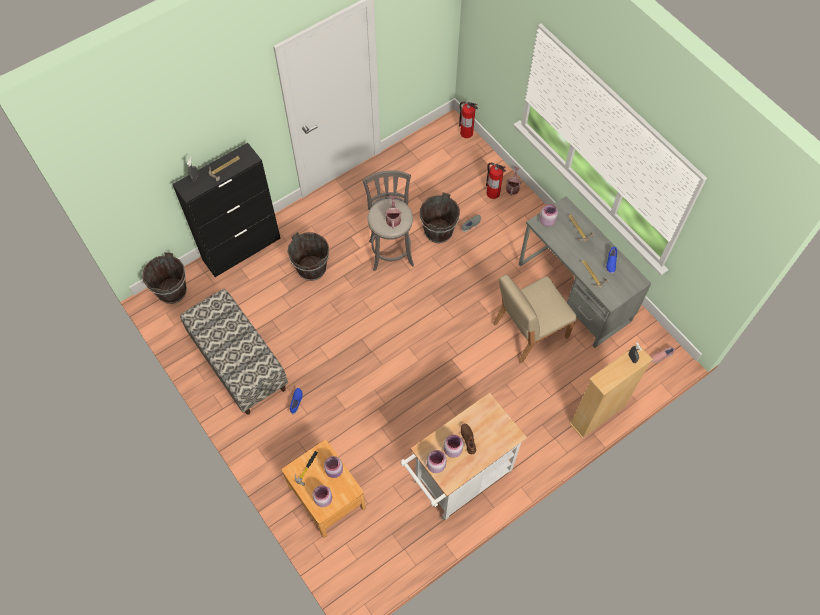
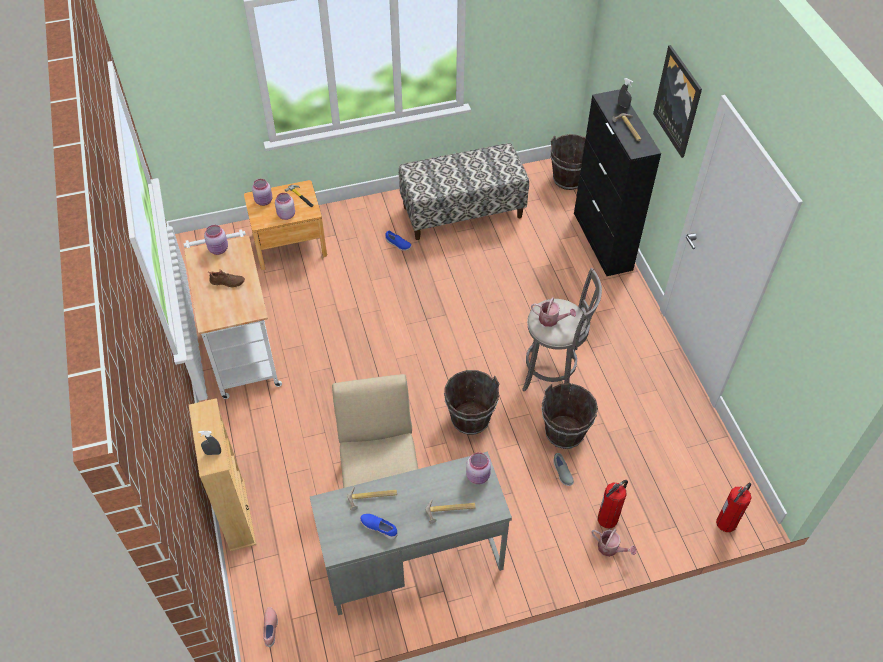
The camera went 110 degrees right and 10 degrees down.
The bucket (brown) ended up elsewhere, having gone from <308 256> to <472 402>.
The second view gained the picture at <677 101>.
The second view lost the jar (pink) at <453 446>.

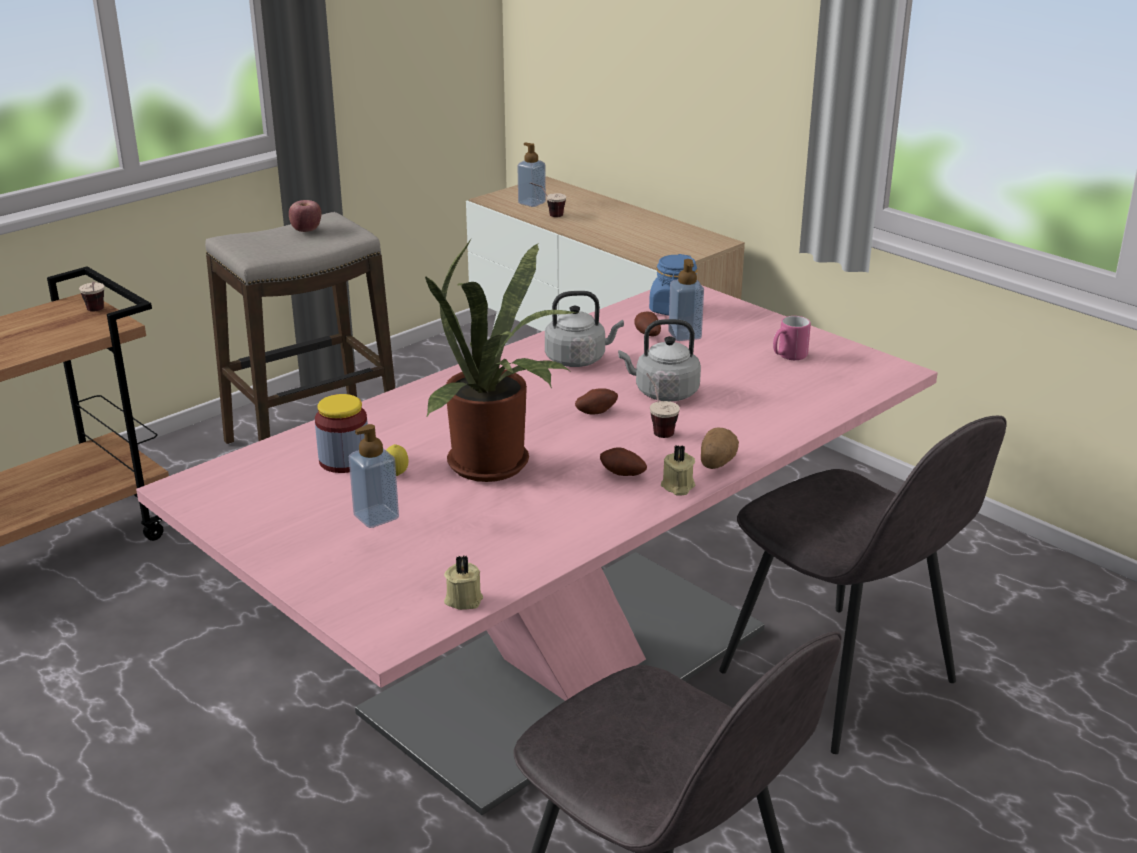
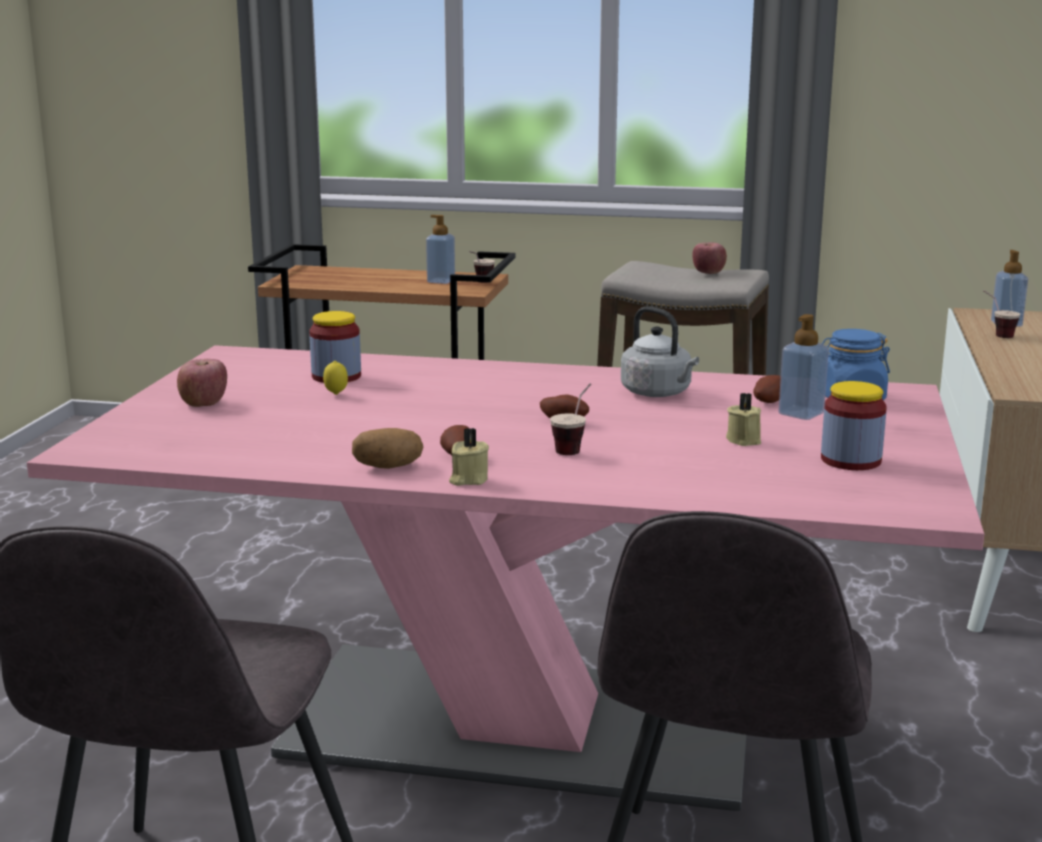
The camera went 55 degrees right and 10 degrees down.
The second view gained the apple at <202 383>.
The potato ended up elsewhere, having gone from <720 448> to <387 448>.
The soap dispenser ended up elsewhere, having gone from <374 476> to <440 249>.
The candle (beige) ended up elsewhere, having gone from <463 582> to <743 419>.
Where the mug (pink) stood at <792 338>, the jar came to stand at <854 425>.
The second view lost the potted plant at <501 360>.
The second view lost the kettle (grey) at <659 360>.

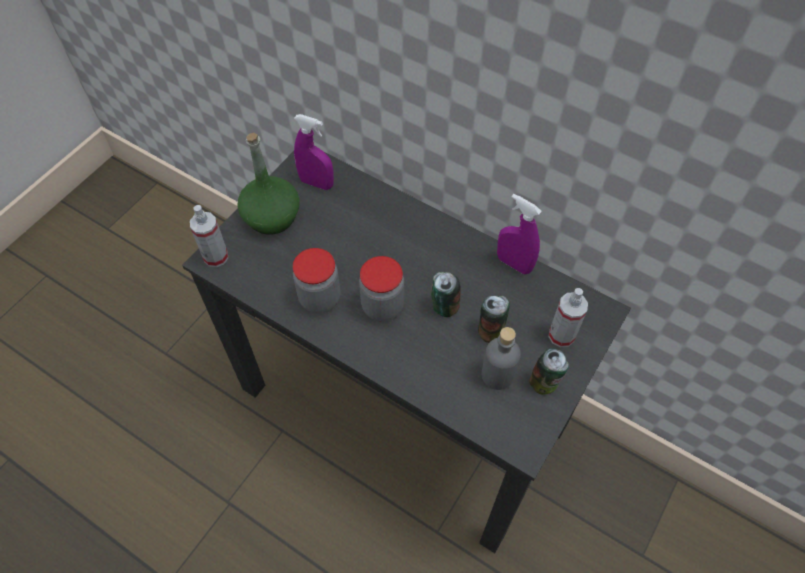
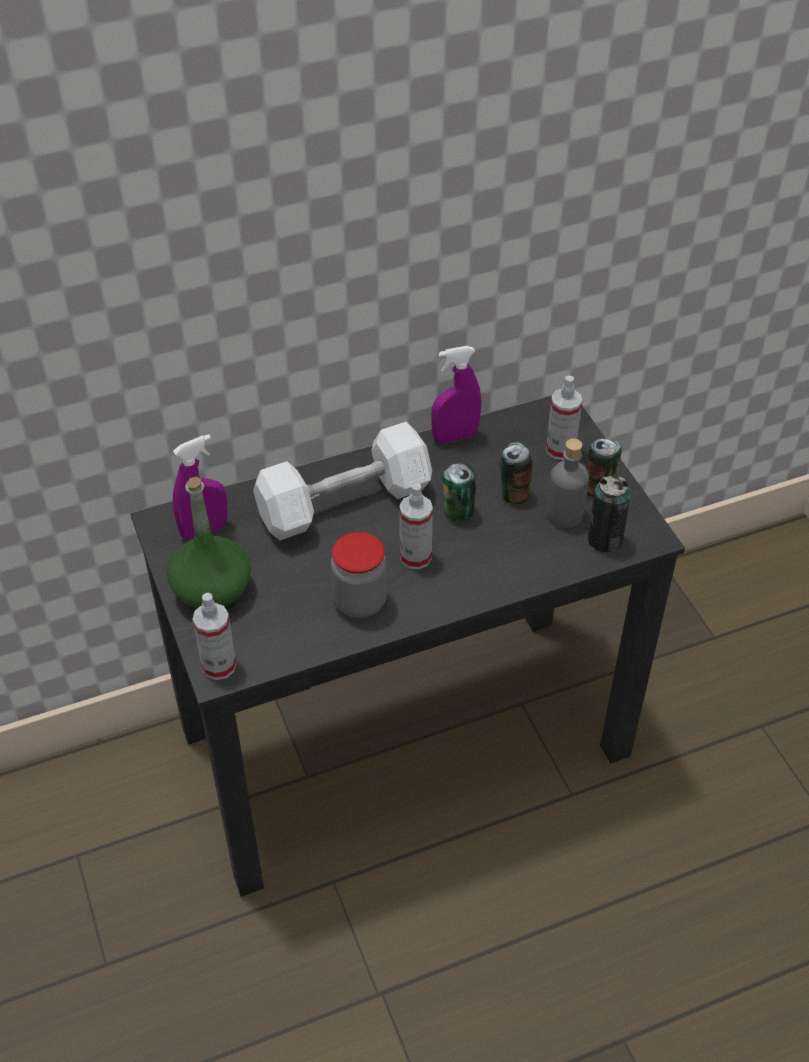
The camera went 55 degrees left and 10 degrees down.
The second view gained the dumbbell (white) at <342 481>.
Where the jar stood at <381 289>, the spray bottle came to stand at <416 526>.
The second view gained the can at <609 514>.

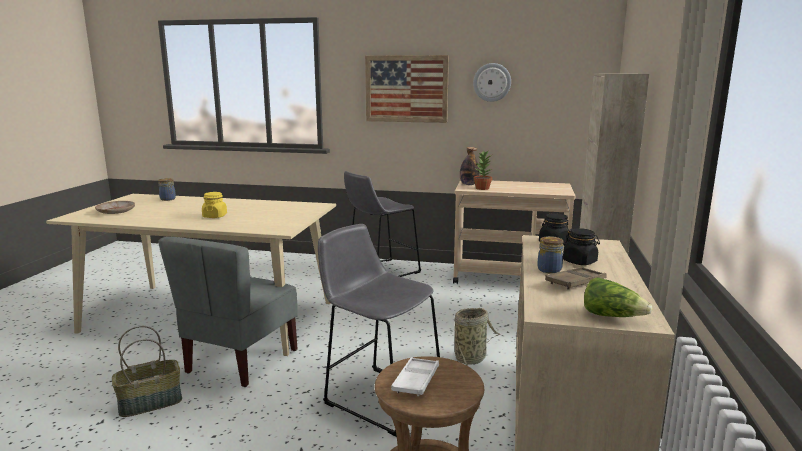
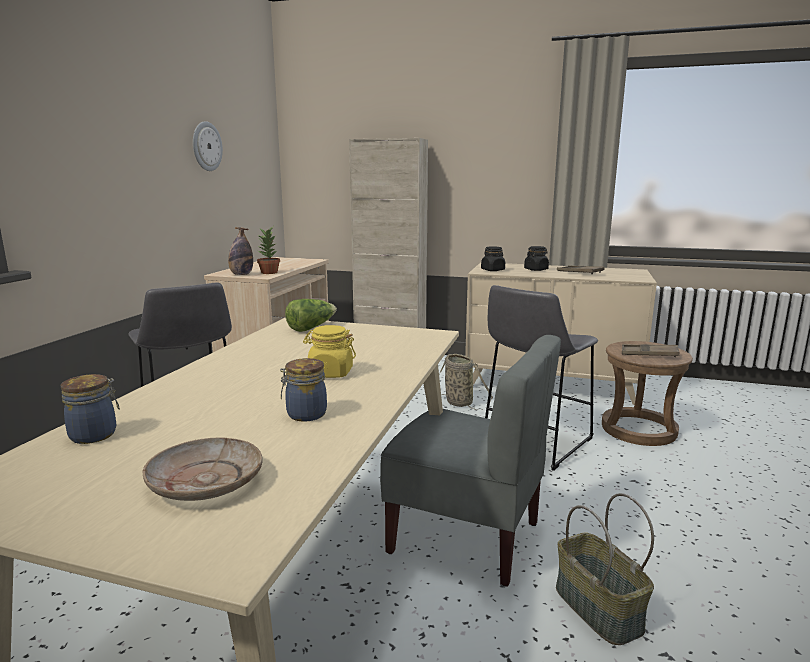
The camera went 85 degrees left and 0 degrees up.
The jar ended up elsewhere, having gone from <550 255> to <303 389>.
The lettuce ended up elsewhere, having gone from <618 297> to <311 315>.
What was the tray (white) at <415 376> turned into the tray (brown) at <651 350>.
The second view lost the picture at <407 89>.

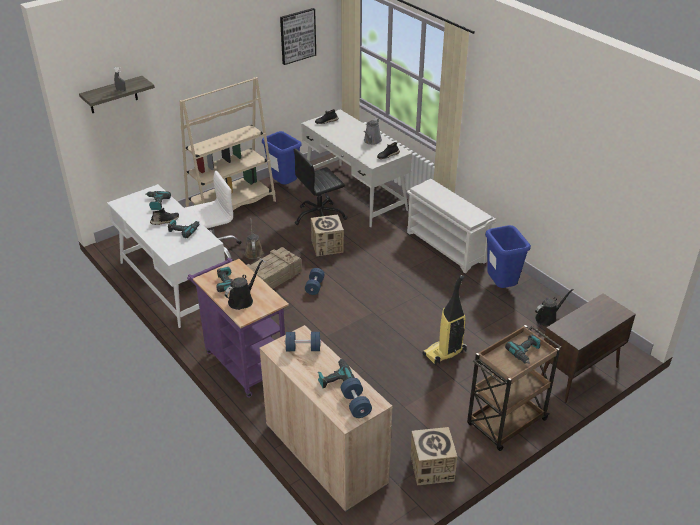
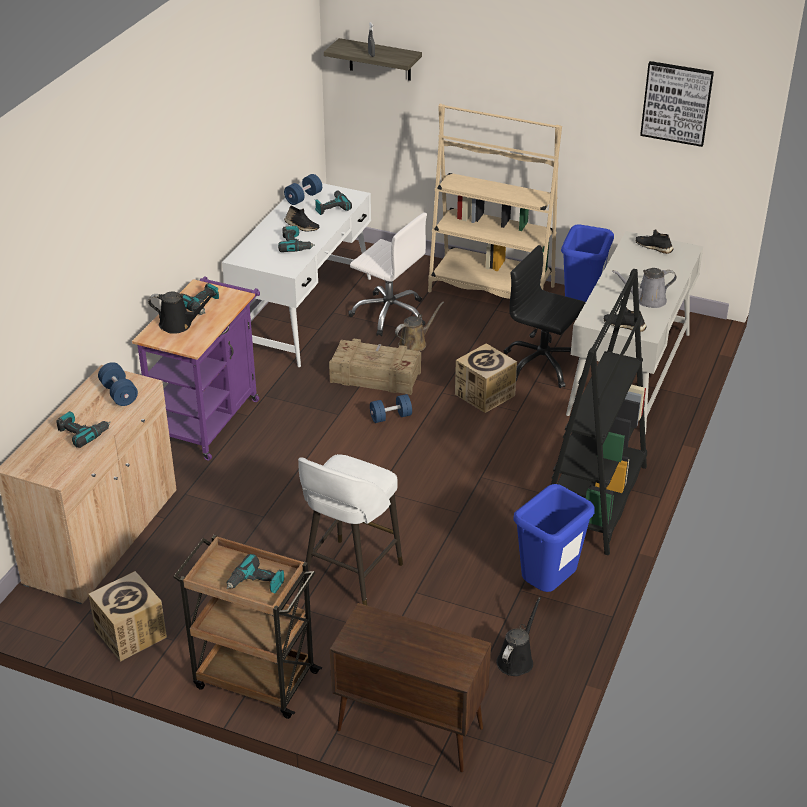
The camera went 60 degrees right and 0 degrees up.
The dumbbell (blue) ended up elsewhere, having gone from <356 398> to <303 189>.
Where the vacuum cleaner stood at <444 320>, the stool (white) came to stand at <350 529>.
The watering can (black) at <554 307> ended up facing another way, 90 degrees counterclockwise from before.
Where the shoe rack (white) stood at <451 226>, the bookcase (black) came to stand at <599 412>.

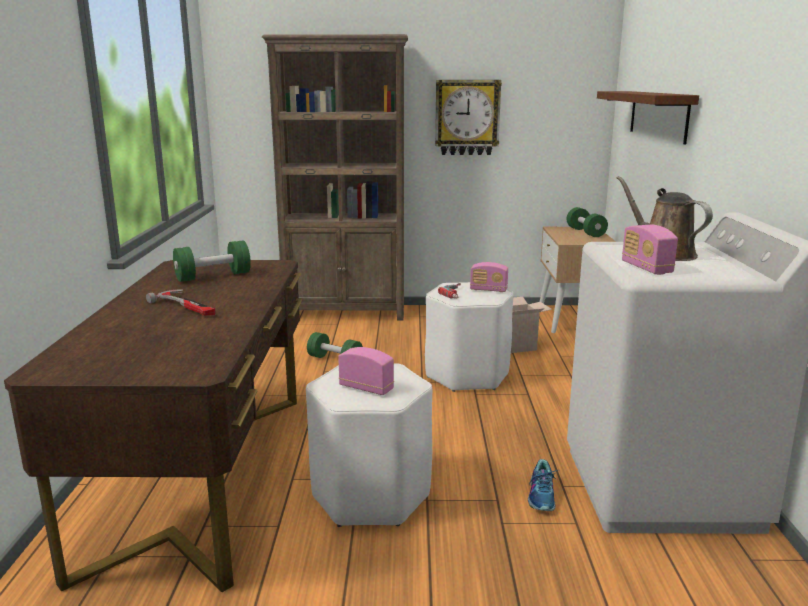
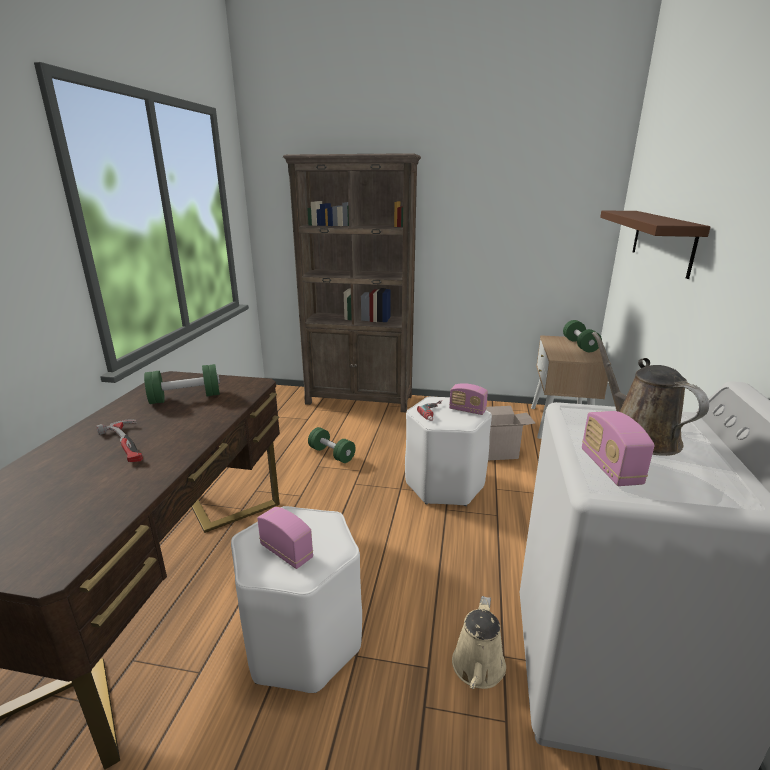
The camera went 10 degrees right and 5 degrees up.
Where the shoe stood at <542 485>, the watering can (beige) came to stand at <479 642>.
The second view lost the wall clock at <468 117>.

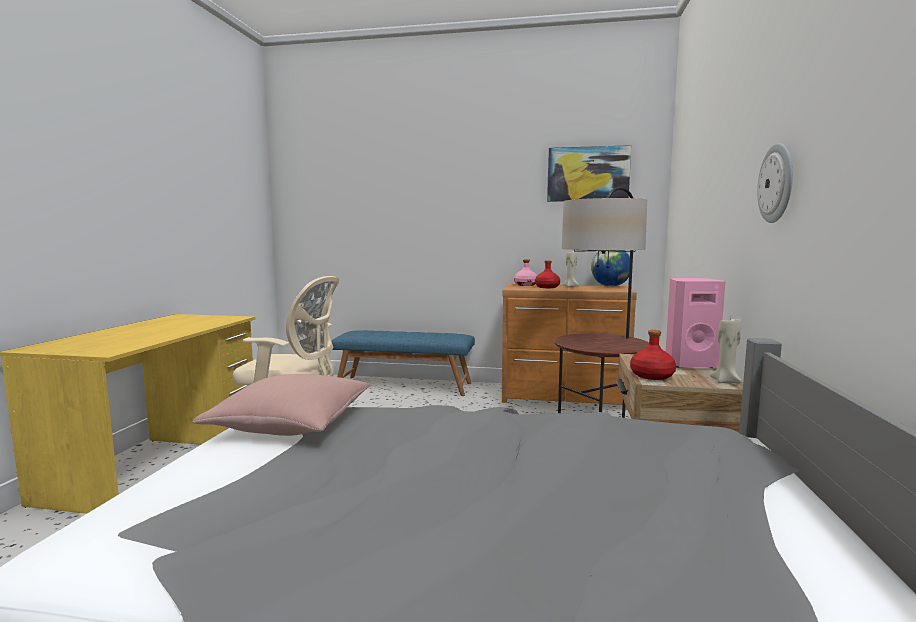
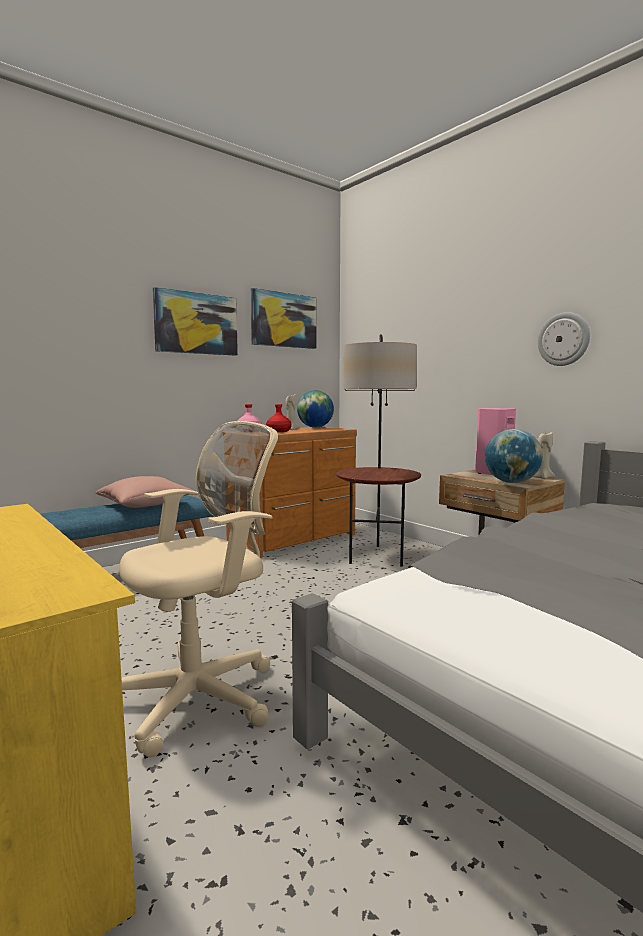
The camera went 50 degrees left and 0 degrees up.
The pillow (pink) ended up elsewhere, having gone from <281 405> to <144 492>.
The second view gained the picture at <195 321>.
Where the bottle (red) stood at <653 355>, the globe came to stand at <514 456>.

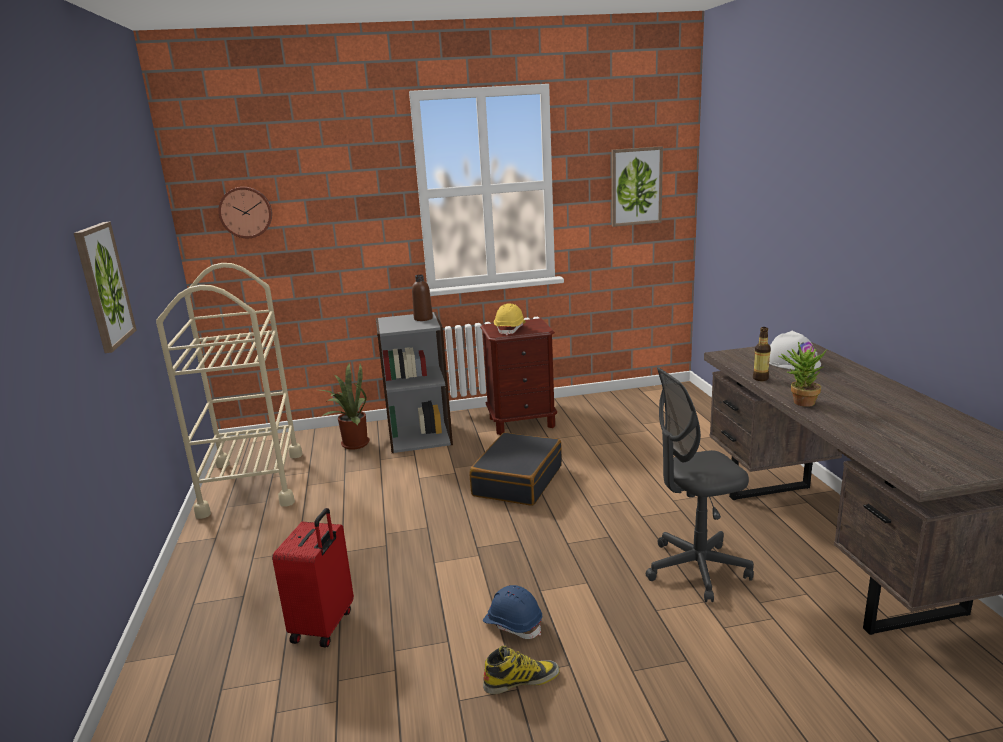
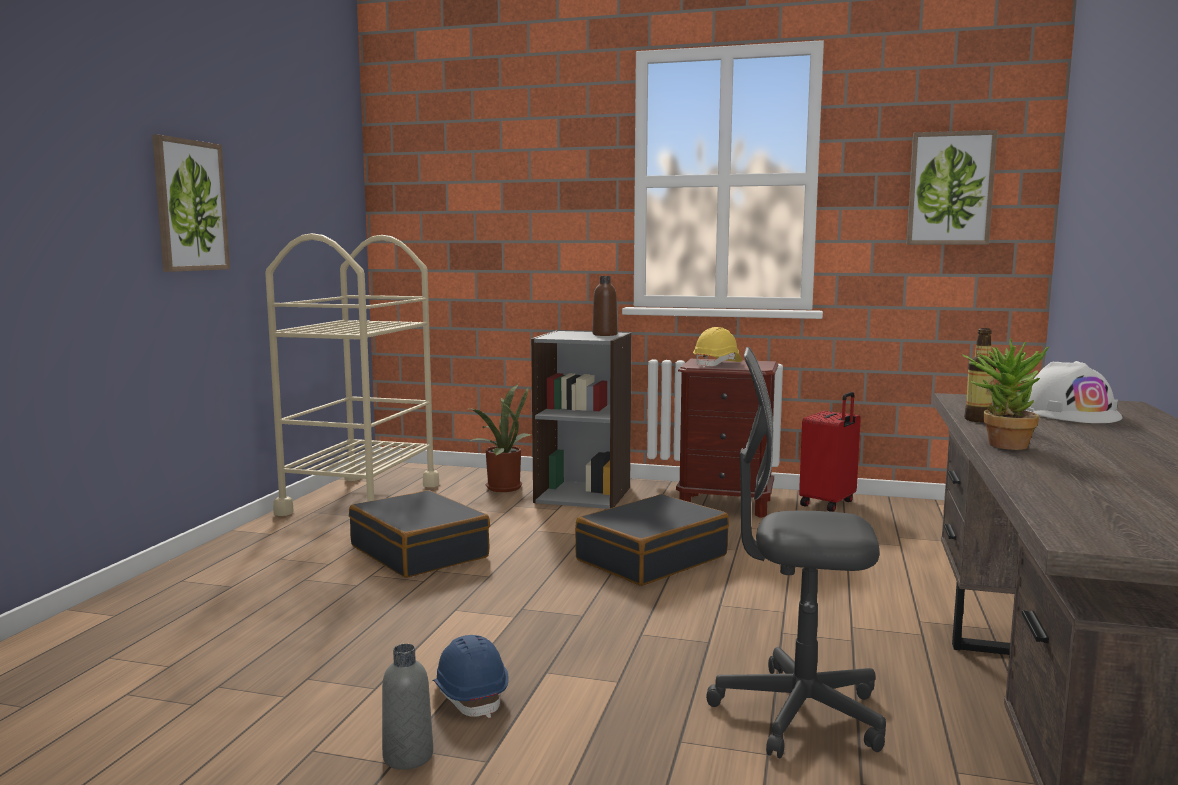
The camera went 25 degrees right and 10 degrees down.
The second view gained the suitcase (black) at <419 534>.
Where the boot stood at <521 669>, the bottle (grey) came to stand at <407 707>.
The suitcase (red) ended up elsewhere, having gone from <313 577> to <830 452>.
The second view lost the wall clock at <245 212>.

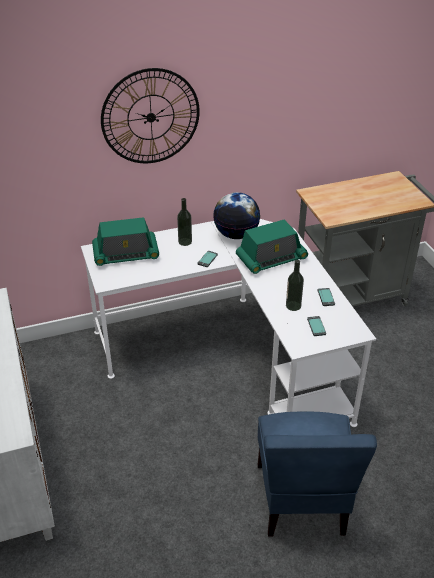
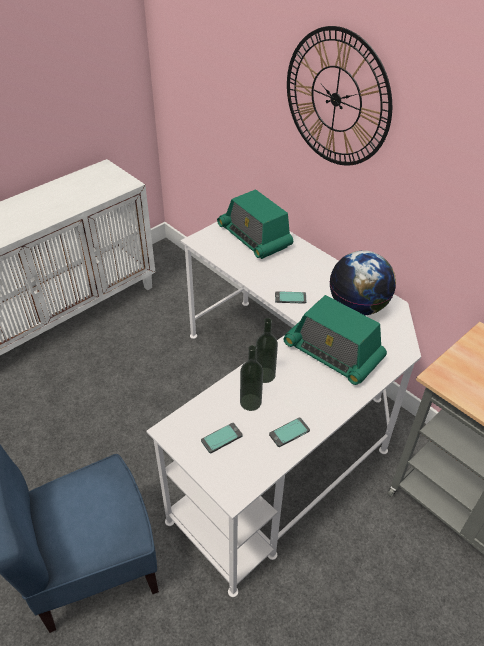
The camera went 65 degrees right and 5 degrees up.
The bottle ended up elsewhere, having gone from <184 222> to <267 350>.

